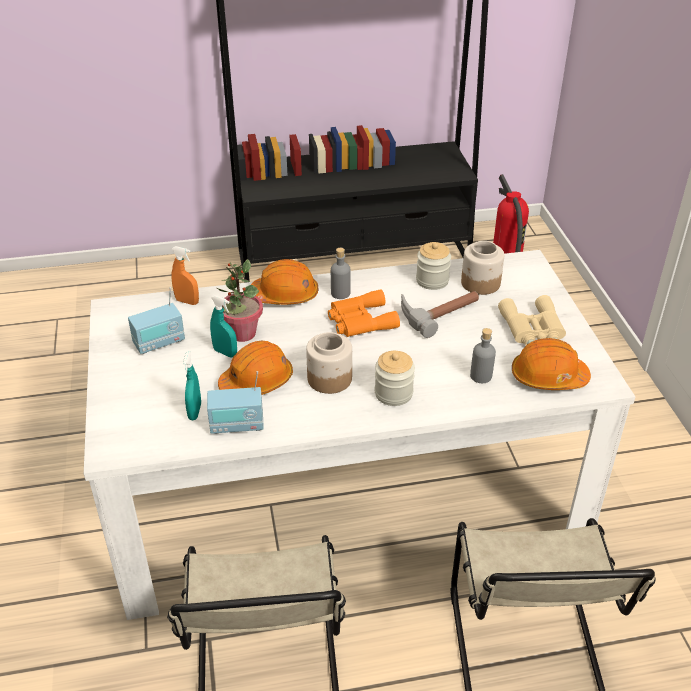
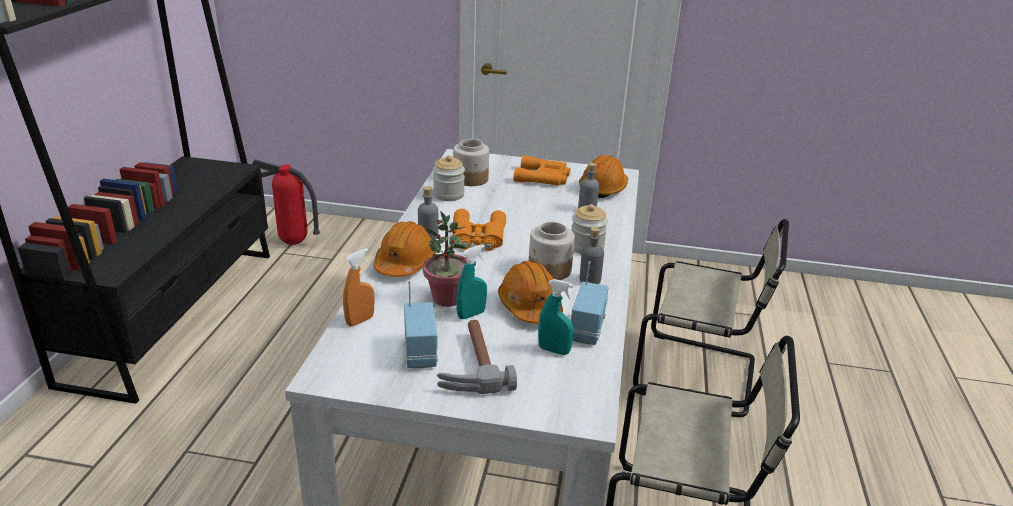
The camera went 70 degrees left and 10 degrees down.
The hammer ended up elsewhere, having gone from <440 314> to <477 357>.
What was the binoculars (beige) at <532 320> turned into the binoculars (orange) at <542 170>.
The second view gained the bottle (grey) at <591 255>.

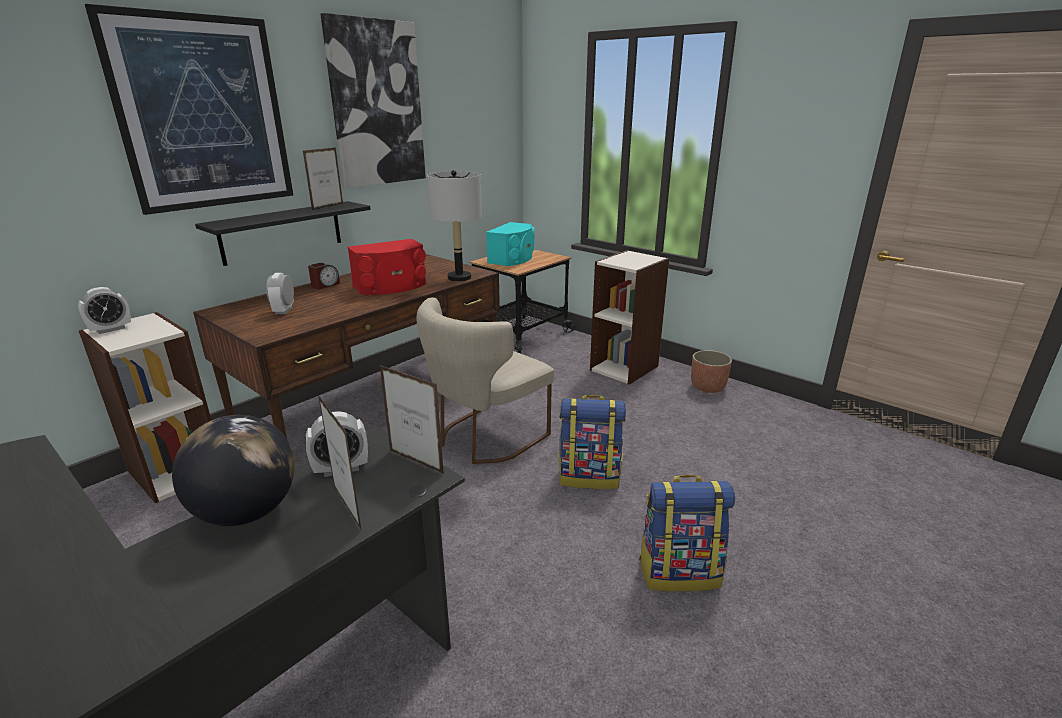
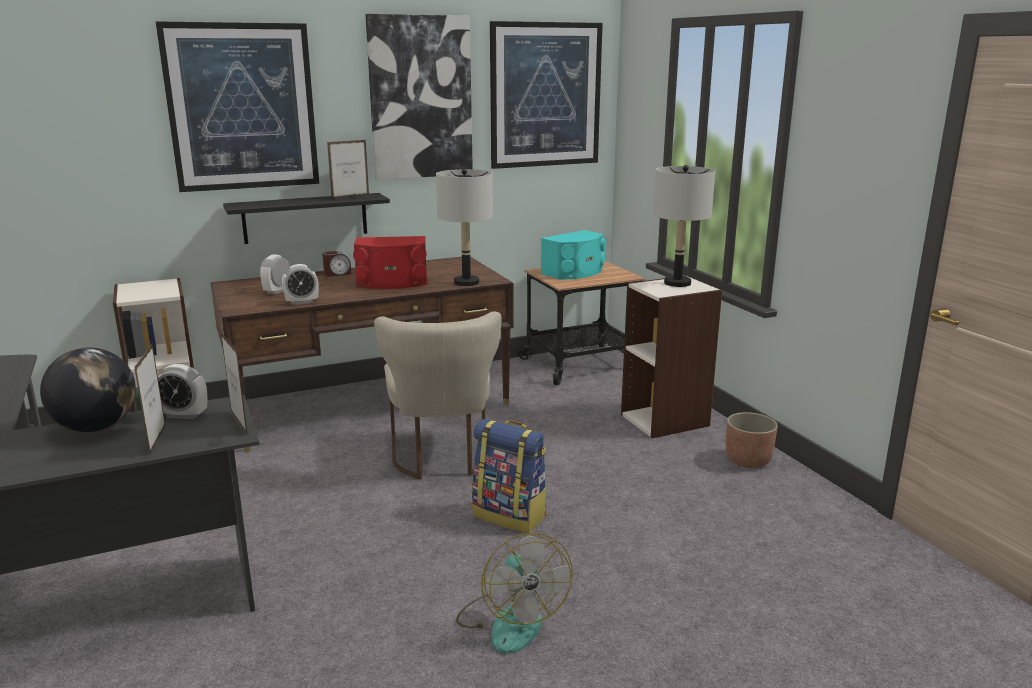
The camera went 25 degrees right and 5 degrees down.
The alarm clock ended up elsewhere, having gone from <104 310> to <300 284>.
The chair (beige) at <485 381> ended up facing another way, 75 degrees counterclockwise from before.
Where the backpack stood at <687 533>, the fan came to stand at <514 593>.
The second view gained the picture at <546 95>.
The second view gained the table lamp (grey) at <684 226>.

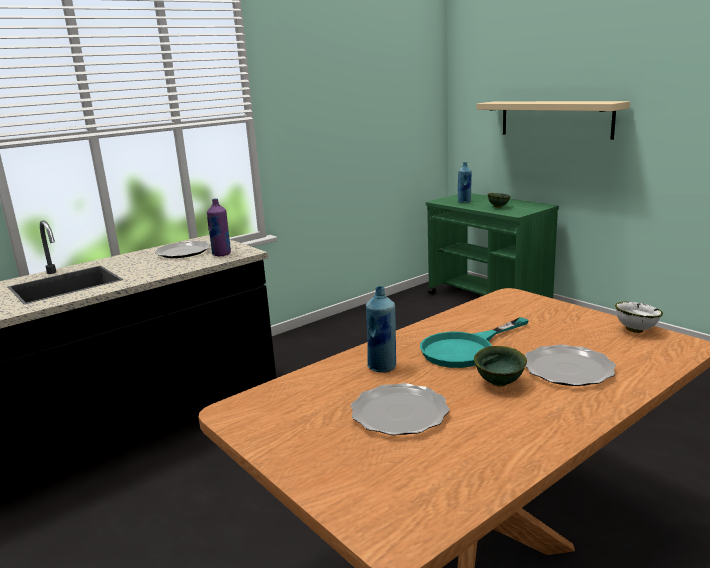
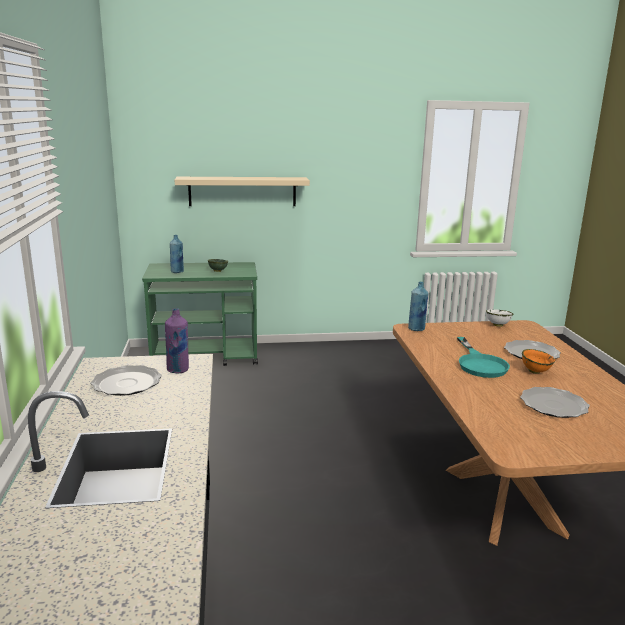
The camera went 60 degrees left and 0 degrees up.
The bottle (blue) ended up elsewhere, having gone from <381 329> to <418 306>.
What was the bowl (green) at <500 366> turned into the bowl (orange) at <538 361>.

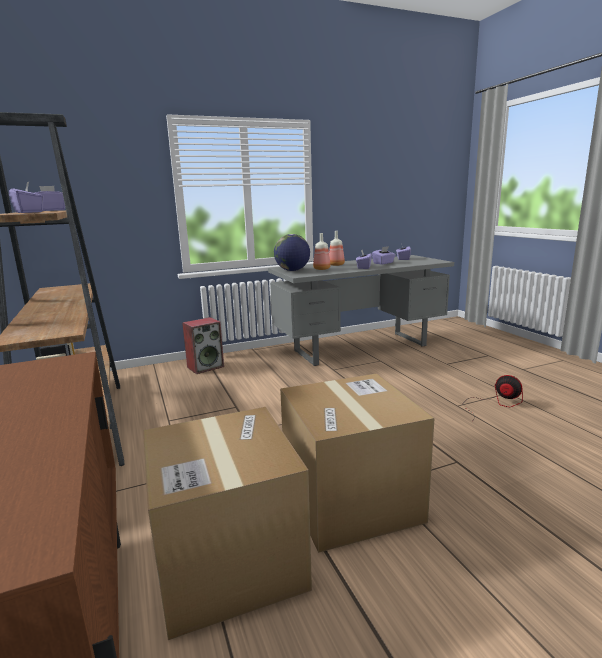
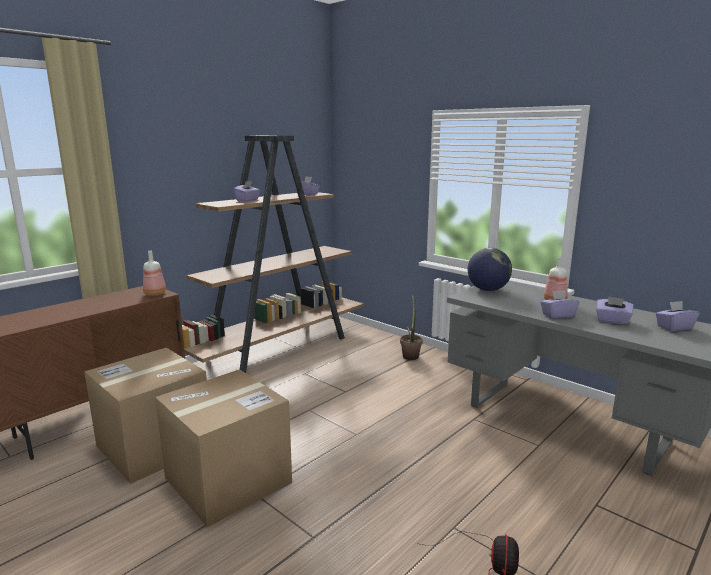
The camera went 65 degrees right and 0 degrees up.
The bottle ended up elsewhere, having gone from <322 251> to <154 273>.
Where the speaker stood at <203 345>, the potted plant came to stand at <411 326>.

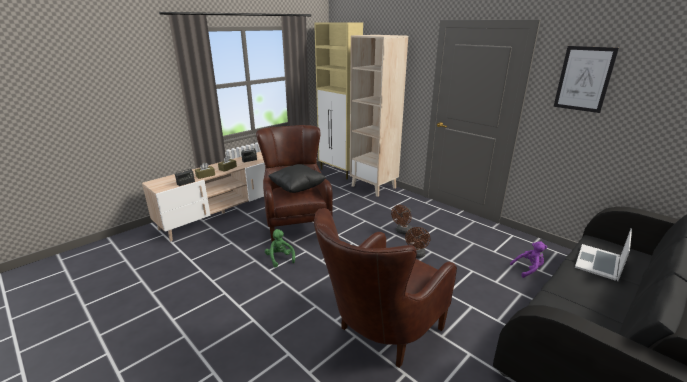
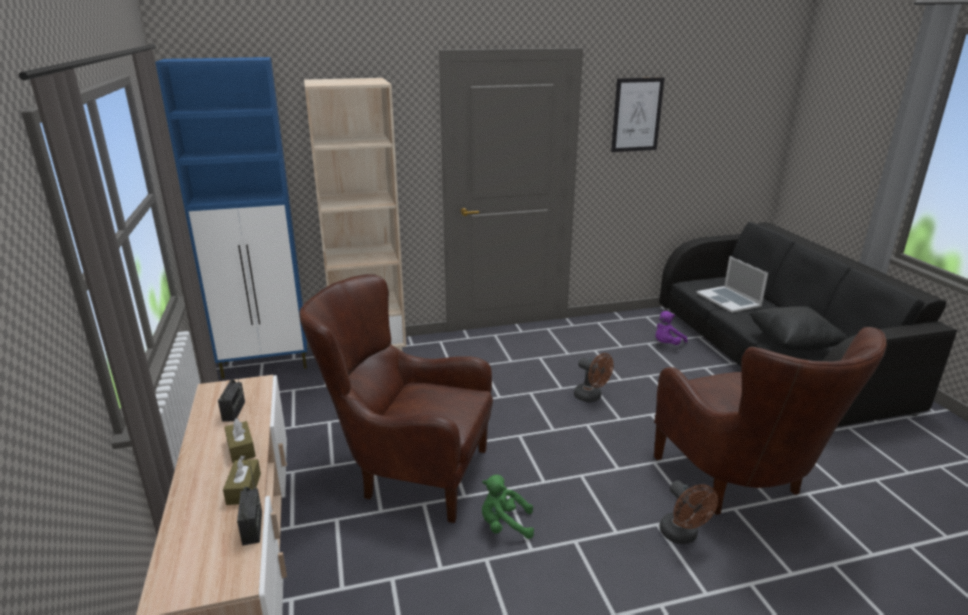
The camera went 60 degrees left and 0 degrees up.
What was the cabinet (beige) at <338 100> turned into the cabinet (blue) at <231 218>.
The plush toy (purple) at <528 259> ended up facing another way, 150 degrees counterclockwise from before.
The fan (brown) ended up elsewhere, having gone from <401 220> to <688 512>.
The pillow (black) ended up elsewhere, having gone from <297 178> to <798 328>.

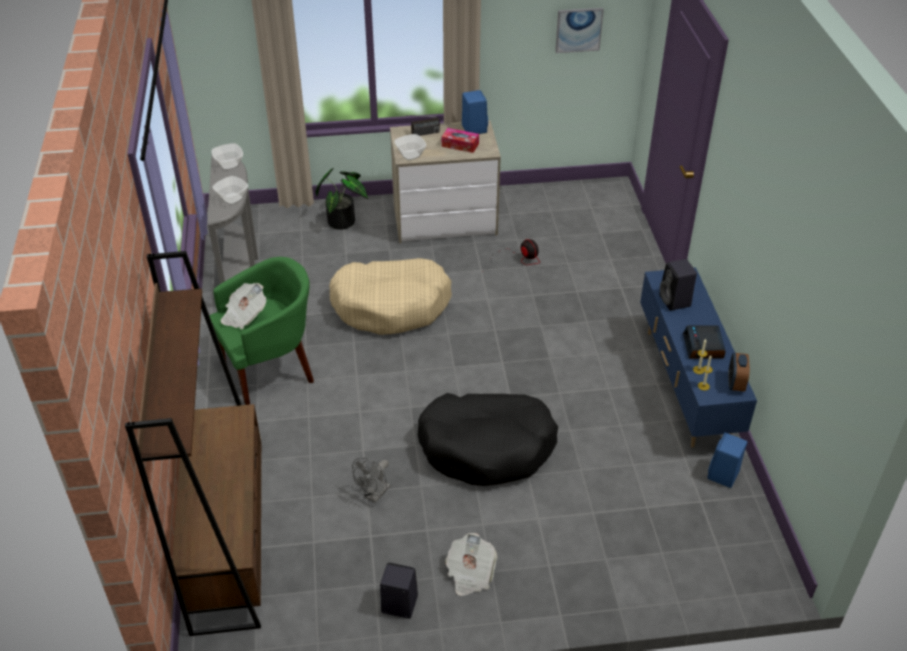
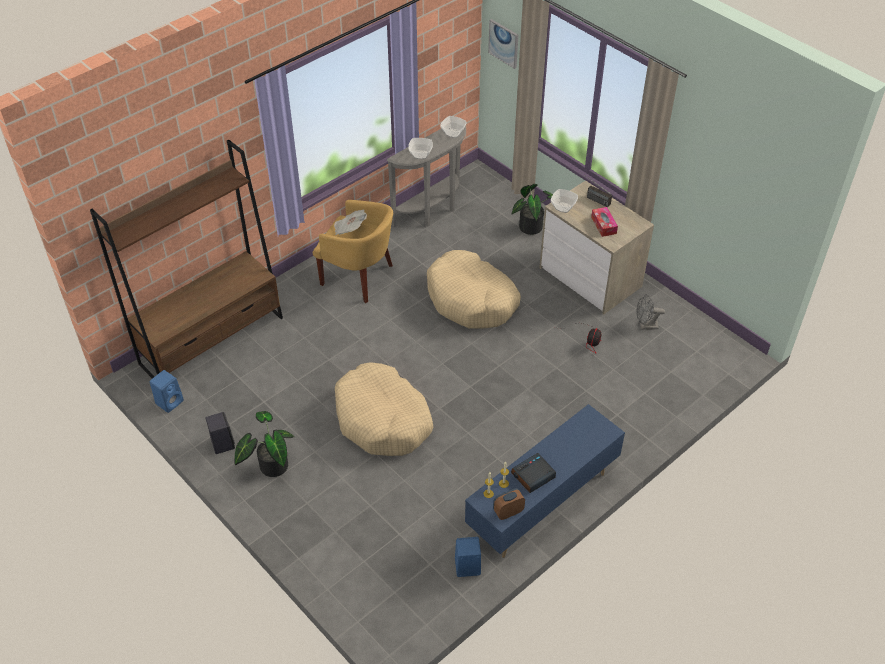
The camera went 55 degrees right and 5 degrees up.
The speaker (blue) ended up elsewhere, having gone from <475 112> to <167 391>.
Where the newspaper stood at <471 564>, the potted plant came to stand at <264 444>.
What was the armchair (green) at <261 331> turned into the armchair (yellow) at <353 251>.
What was the dog bed (black) at <488 439> turned into the dog bed (beige) at <384 409>.
The picture ended up elsewhere, having gone from <579 30> to <503 44>.
The fan (grey) ended up elsewhere, having gone from <371 480> to <650 312>.
The second view lost the speaker (black) at <678 285>.

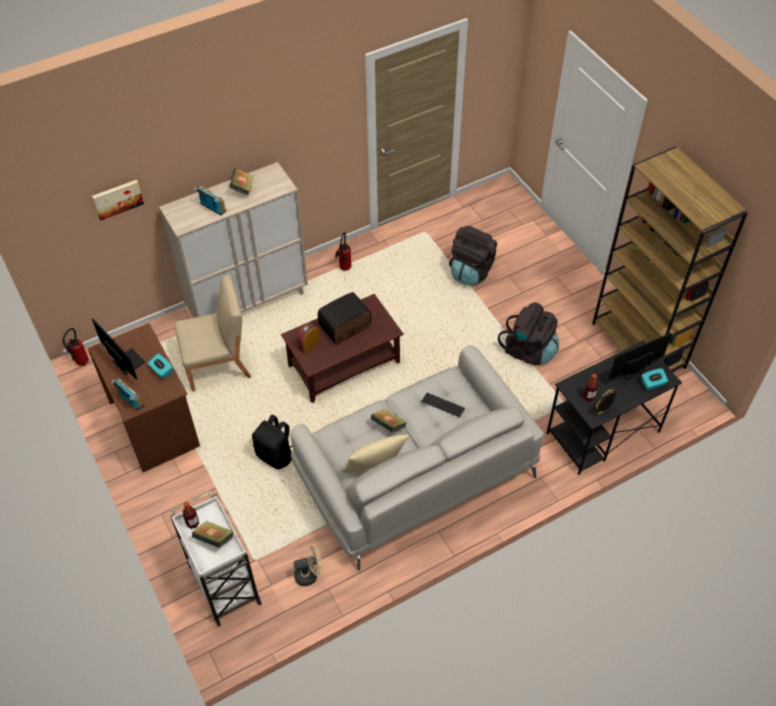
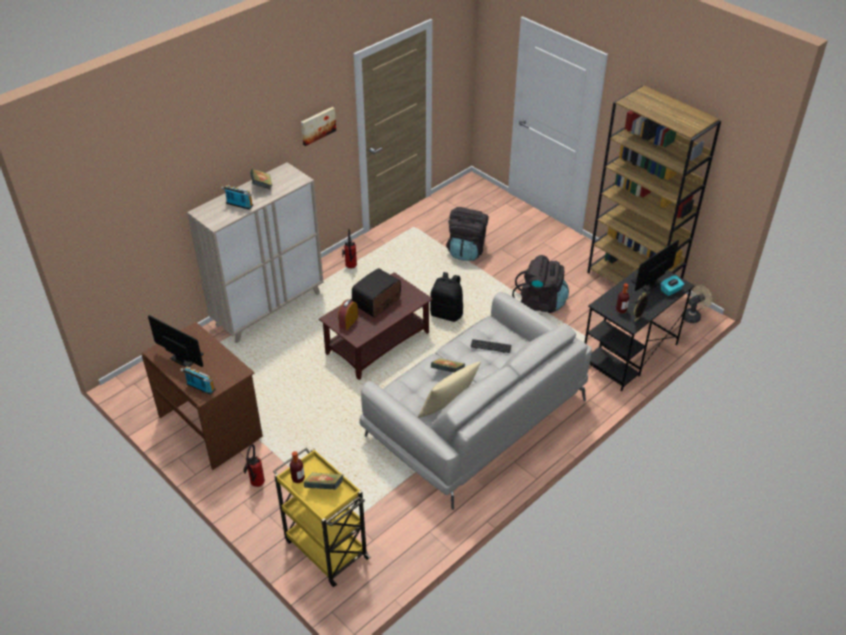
The camera went 15 degrees left and 10 degrees down.
The fire extinguisher ended up elsewhere, having gone from <75 347> to <254 465>.
What was the cart (white) at <216 558> turned into the cart (yellow) at <322 517>.
The picture ended up elsewhere, having gone from <118 200> to <318 126>.
The backpack (black) ended up elsewhere, having gone from <272 442> to <446 297>.
The fan (beige) ended up elsewhere, having gone from <308 565> to <697 304>.
The second view lost the tissue box (turquoise) at <160 366>.
The second view lost the chair (beige) at <213 333>.

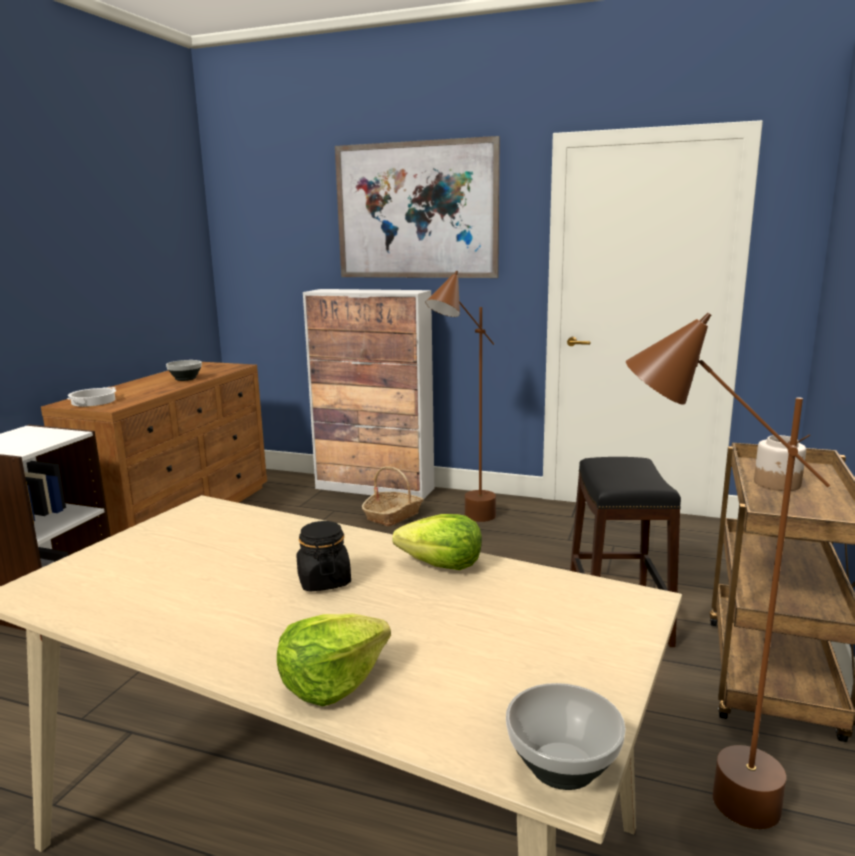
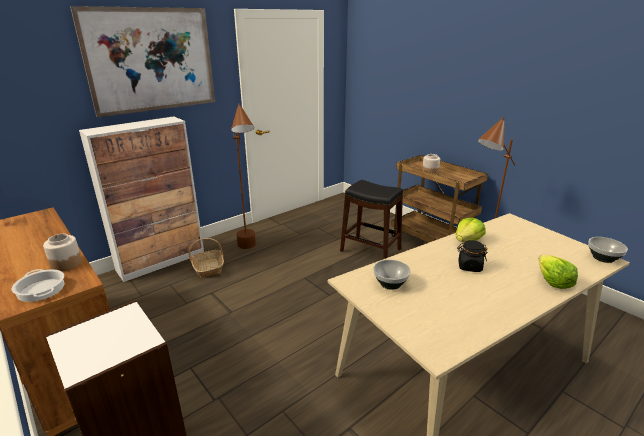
The camera went 60 degrees left and 10 degrees up.
The second view gained the jar at <62 252>.
The bowl ended up elsewhere, having gone from <184 370> to <392 275>.

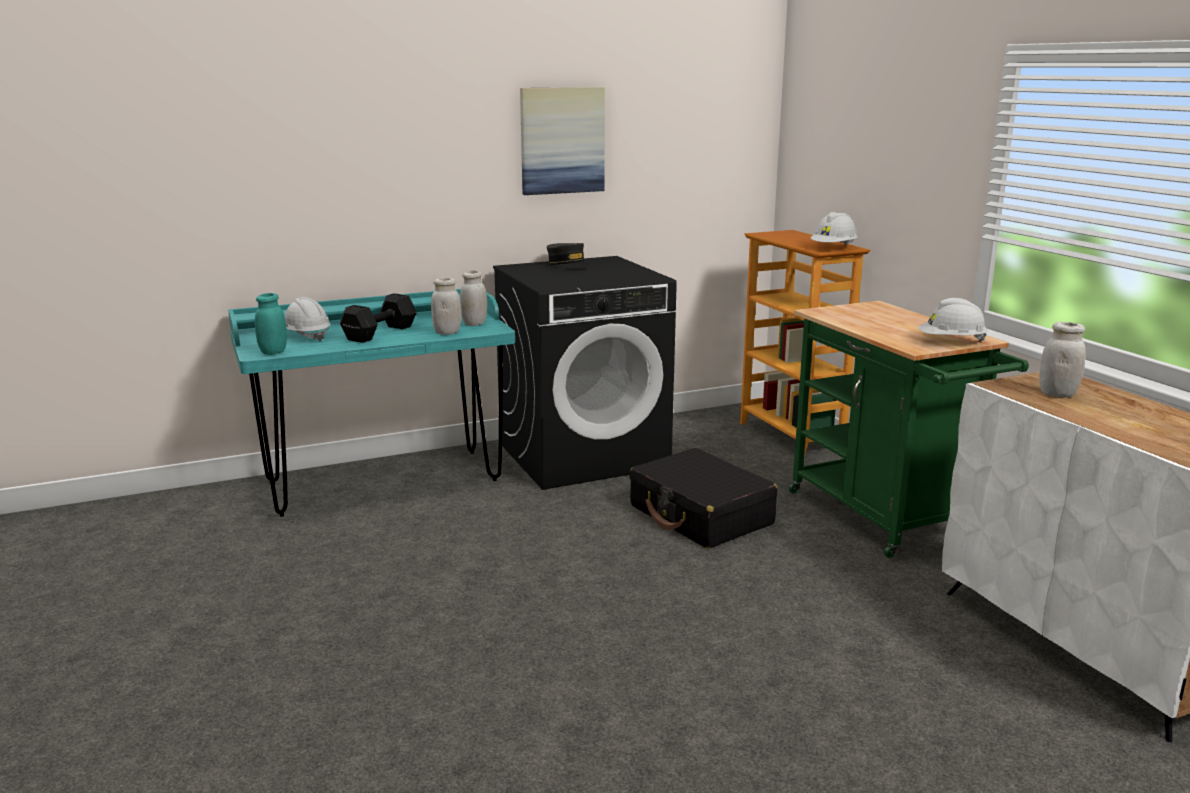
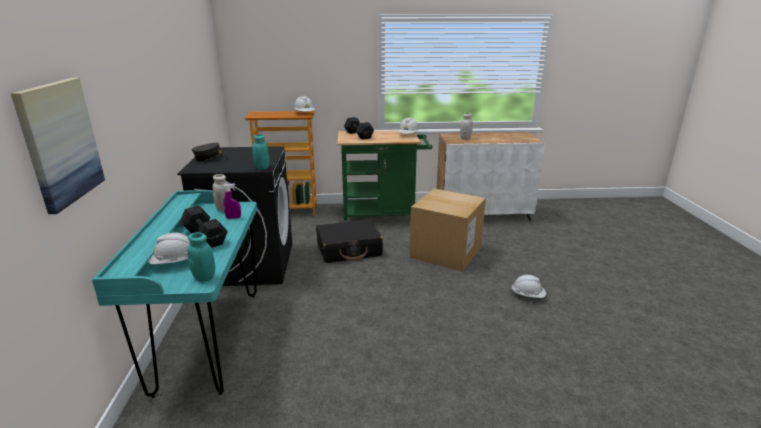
The camera went 70 degrees left and 5 degrees up.
The picture ended up elsewhere, having gone from <562 141> to <58 146>.
Where the jar (white) stood at <446 306>, the spray bottle (purple) came to stand at <232 201>.
The second view gained the jar (turquoise) at <260 152>.
The second view gained the dumbbell (black) at <359 128>.
The second view gained the cardboard box at <448 230>.
The second view gained the hard hat (white) at <528 286>.

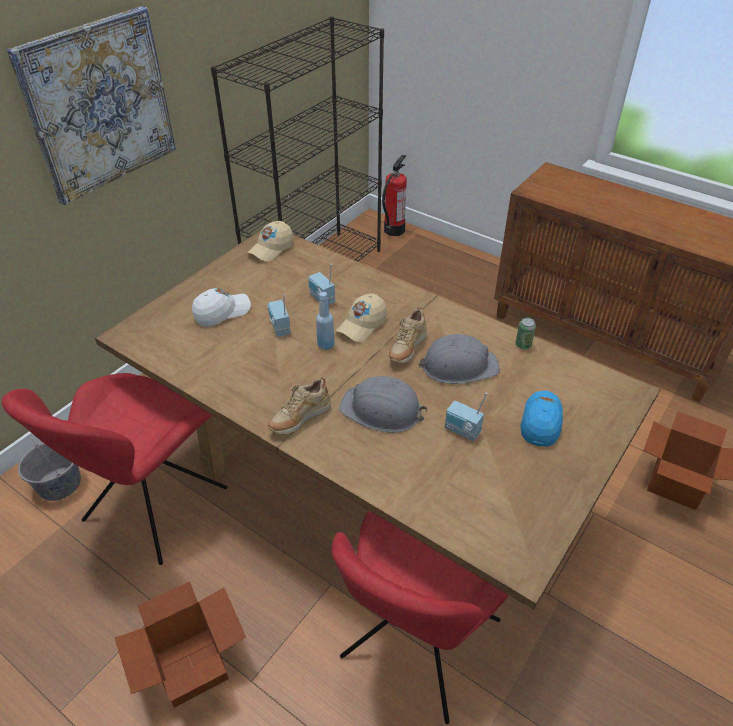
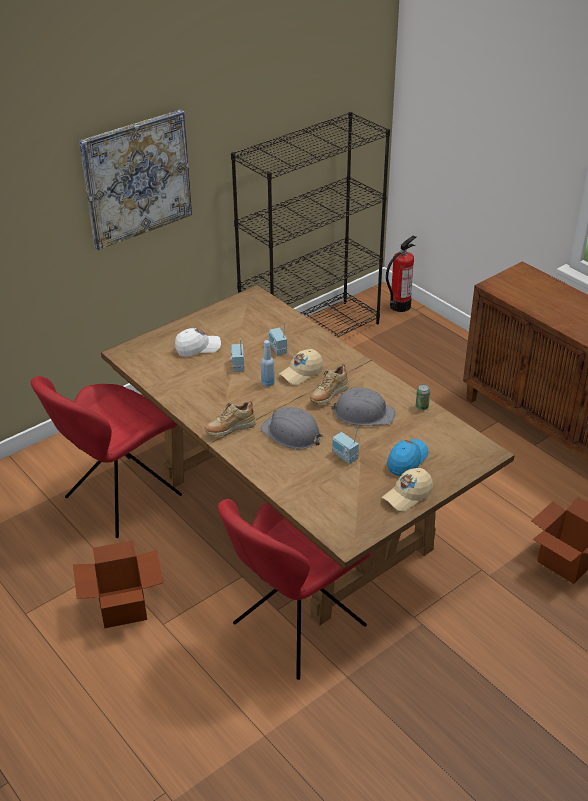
The camera went 15 degrees right and 5 degrees down.
The cap (beige) ended up elsewhere, having gone from <270 241> to <407 489>.
The second view lost the bucket (grey) at <49 470>.

